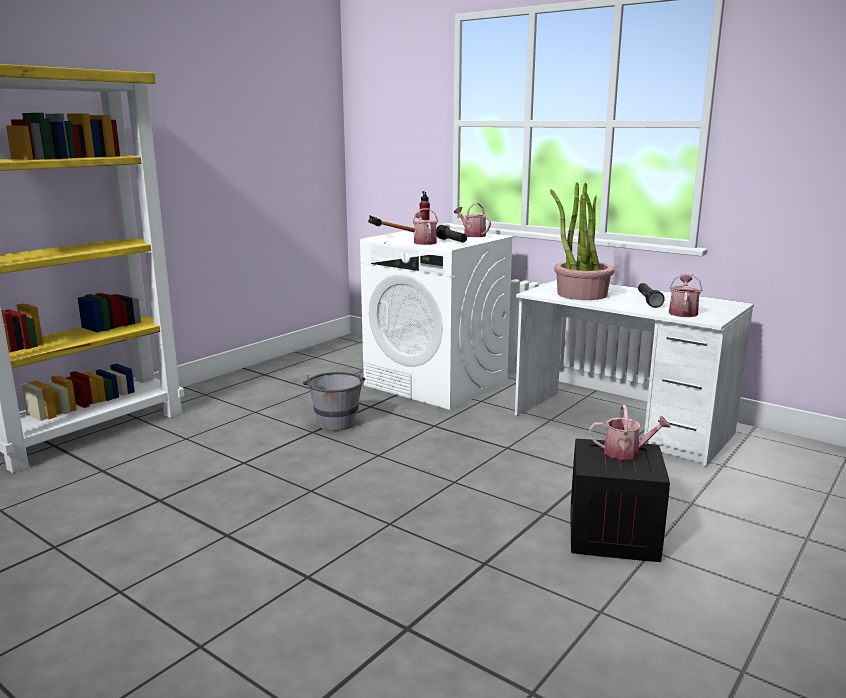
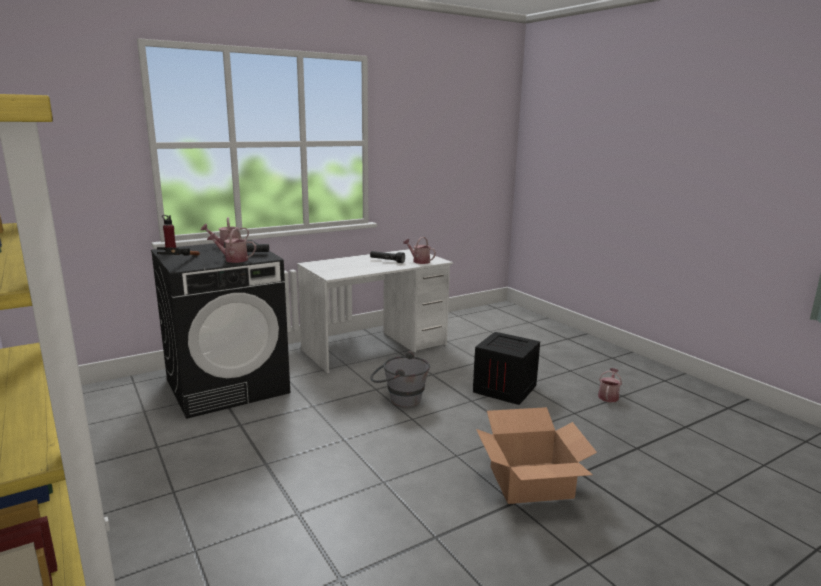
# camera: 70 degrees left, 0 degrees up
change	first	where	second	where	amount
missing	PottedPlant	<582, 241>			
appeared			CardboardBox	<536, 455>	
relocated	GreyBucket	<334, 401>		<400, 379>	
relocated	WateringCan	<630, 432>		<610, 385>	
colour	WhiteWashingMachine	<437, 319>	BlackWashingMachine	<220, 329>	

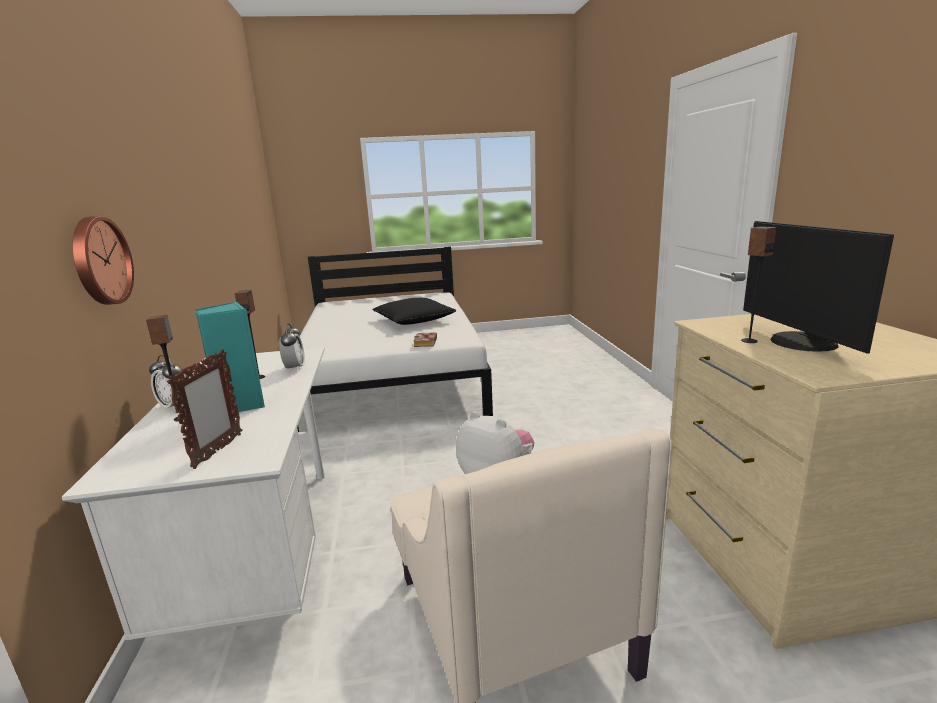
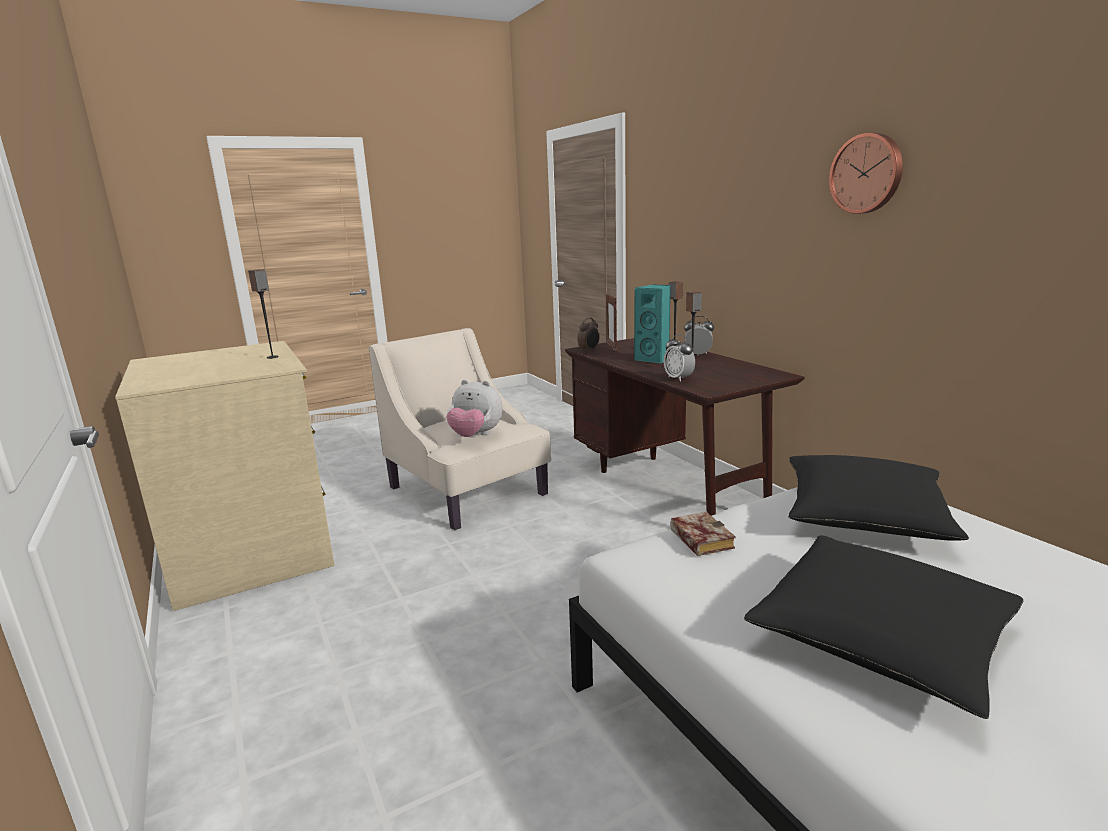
# camera: 160 degrees right, 0 degrees up
change	first	where	second	where	amount
missing	Monitor	<818, 287>			
appeared			AlarmClock	<588, 335>	
appeared			BlackPillow	<878, 498>	
relocated	WallClock	<103, 260>		<866, 173>	
colour	WhiteDesk	<193, 493>	BrownDesk	<684, 427>	

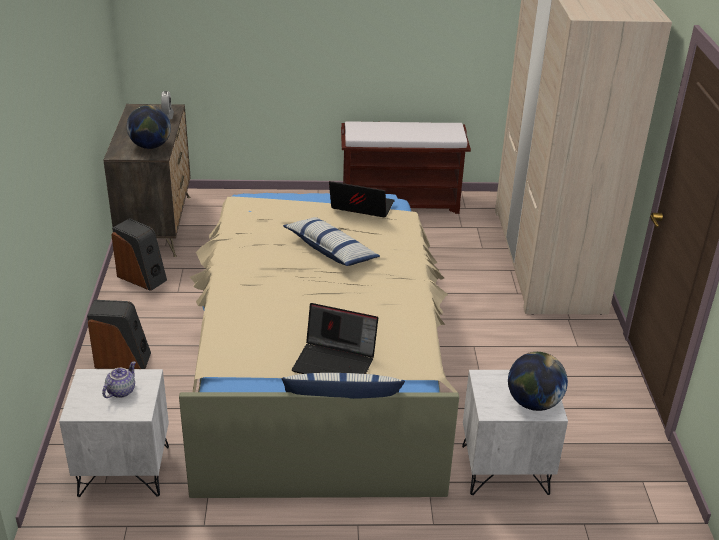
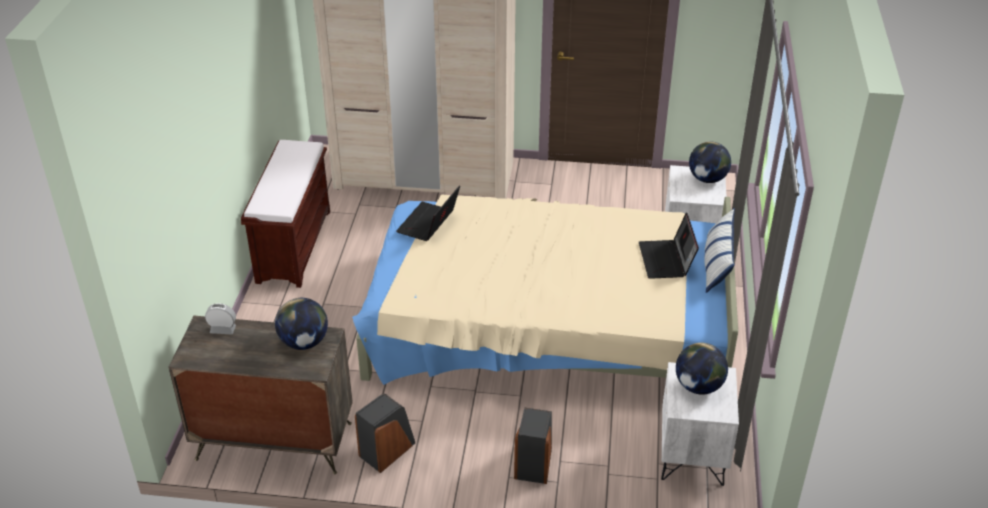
# camera: 80 degrees left, 5 degrees up
change	first	where	second	where	amount
missing	Pillow	<331, 241>			
exchanged	Teapot	<119, 379>	Globe	<702, 368>	
spun	Laptop	<335, 338>		<669, 245>	150 degrees clockwise

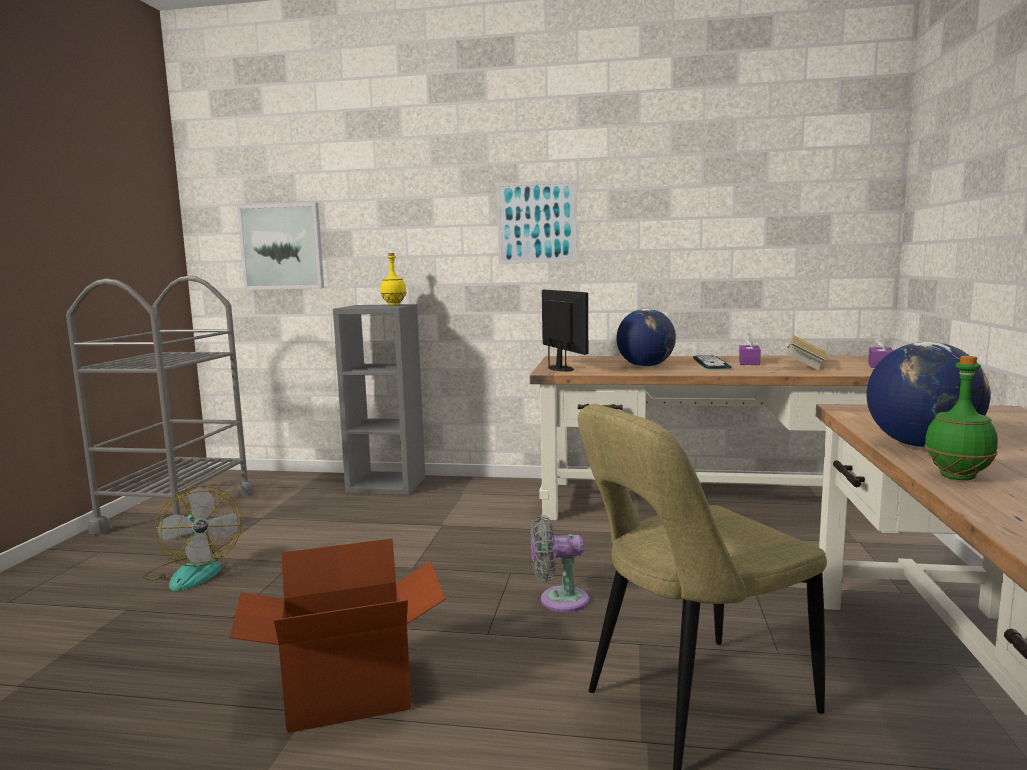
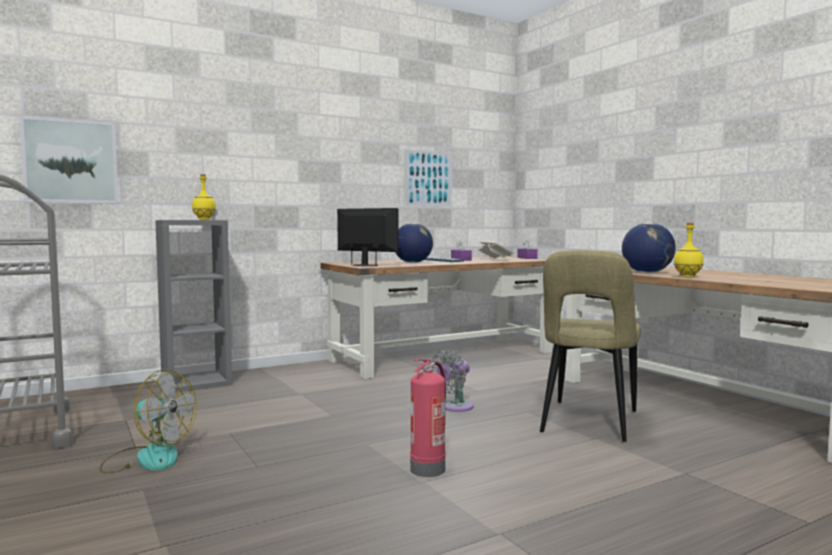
# camera: 40 degrees left, 5 degrees down
change	first	where	second	where	amount
relocated	Picture	<537, 222>		<428, 178>	
exchanged	CardboardBox	<338, 636>	FireExtinguisher	<428, 418>	
colour	GreenBottle	<961, 418>	YellowBottle	<689, 250>	

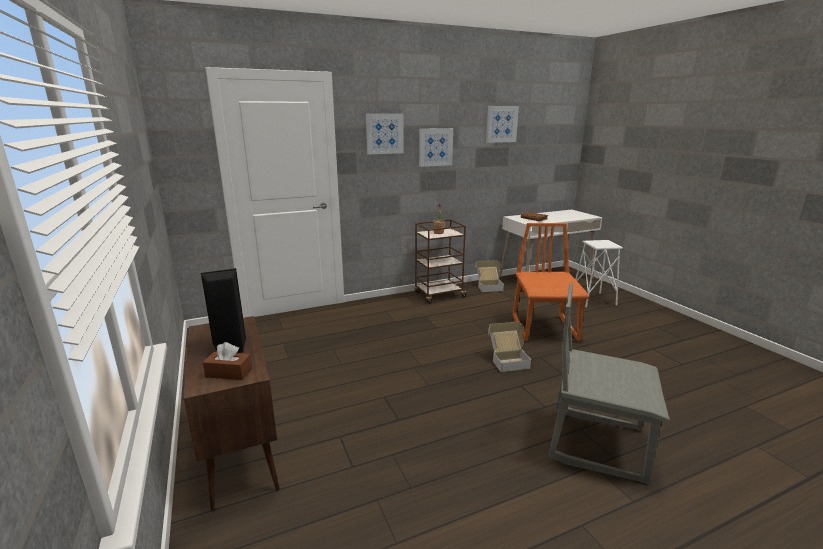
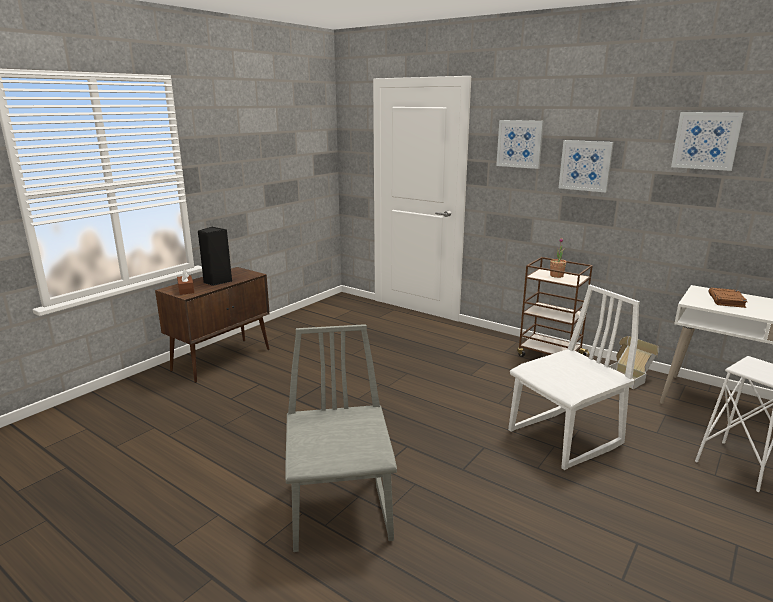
# camera: 60 degrees right, 0 degrees up
change	first	where	second	where	amount
missing	CardboardBox	<509, 346>			
colour	OrangeChair	<551, 282>	WhiteChair	<574, 377>	

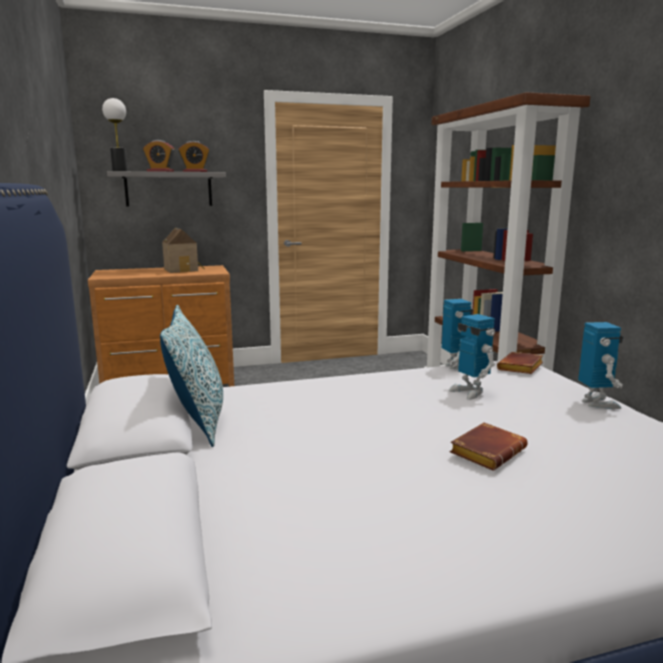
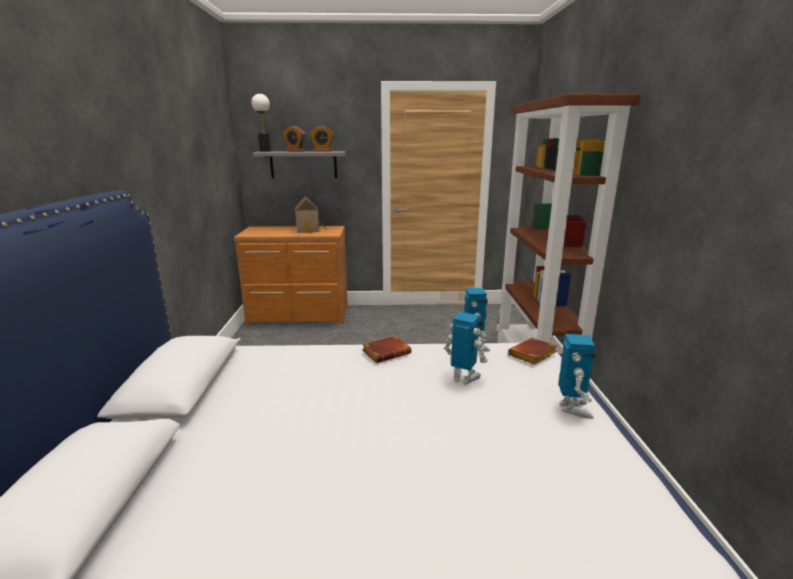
# camera: 15 degrees right, 5 degrees up
change	first	where	second	where	amount
missing	Pillow	<191, 376>			
relocated	BrownBook	<489, 446>		<386, 349>	
spun	ToyRobot	<472, 357>		<466, 348>	135 degrees clockwise

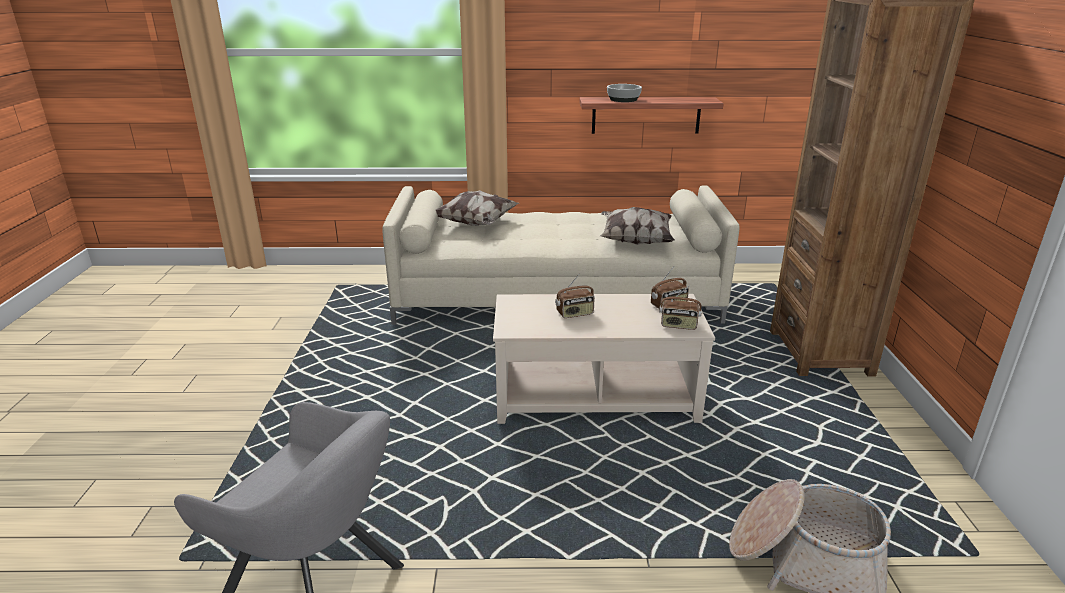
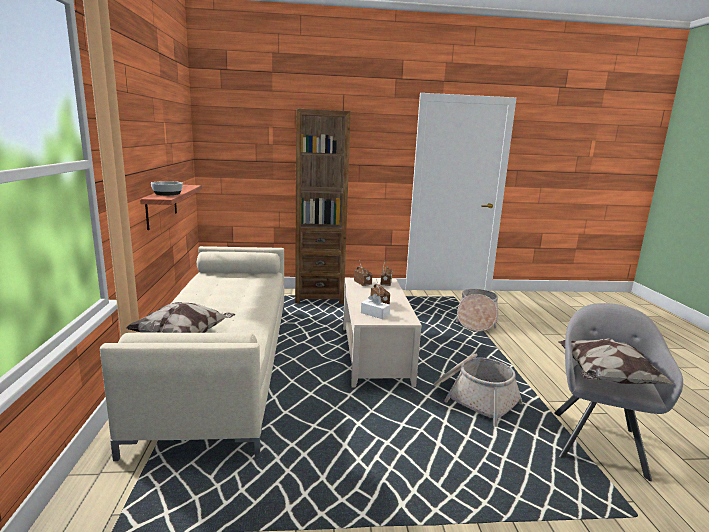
# camera: 95 degrees left, 10 degrees down
change	first	where	second	where	amount
appeared			WhiteTissueBox	<375, 306>	
appeared			Basket	<478, 390>	
relocated	Pillow	<637, 226>		<616, 361>	

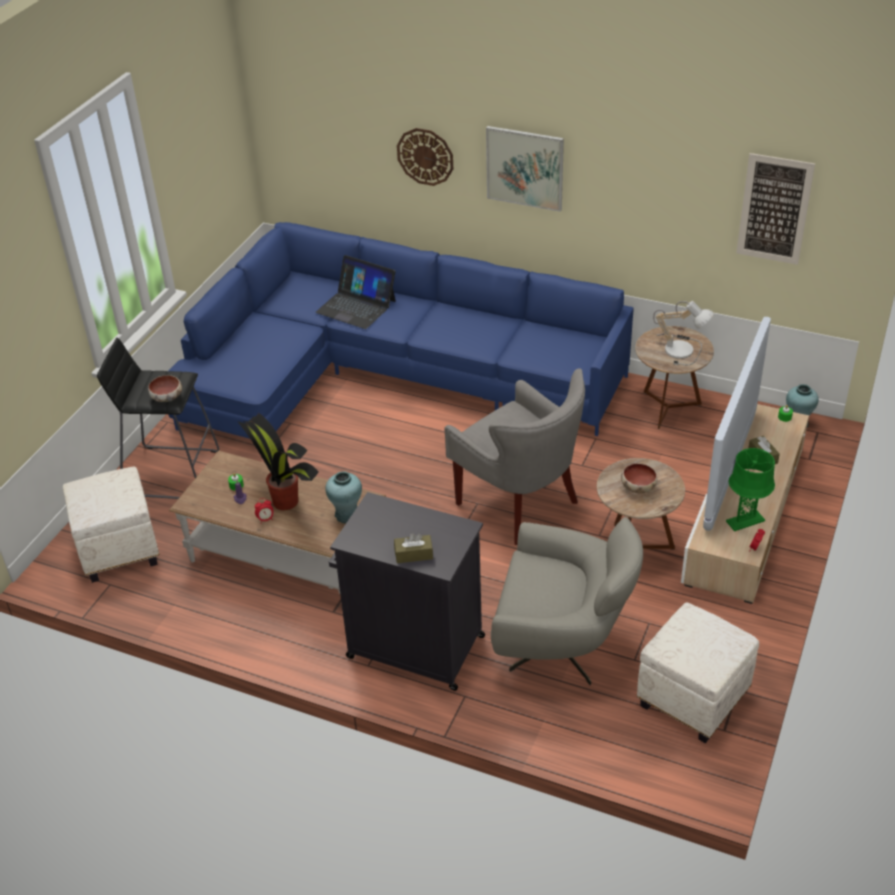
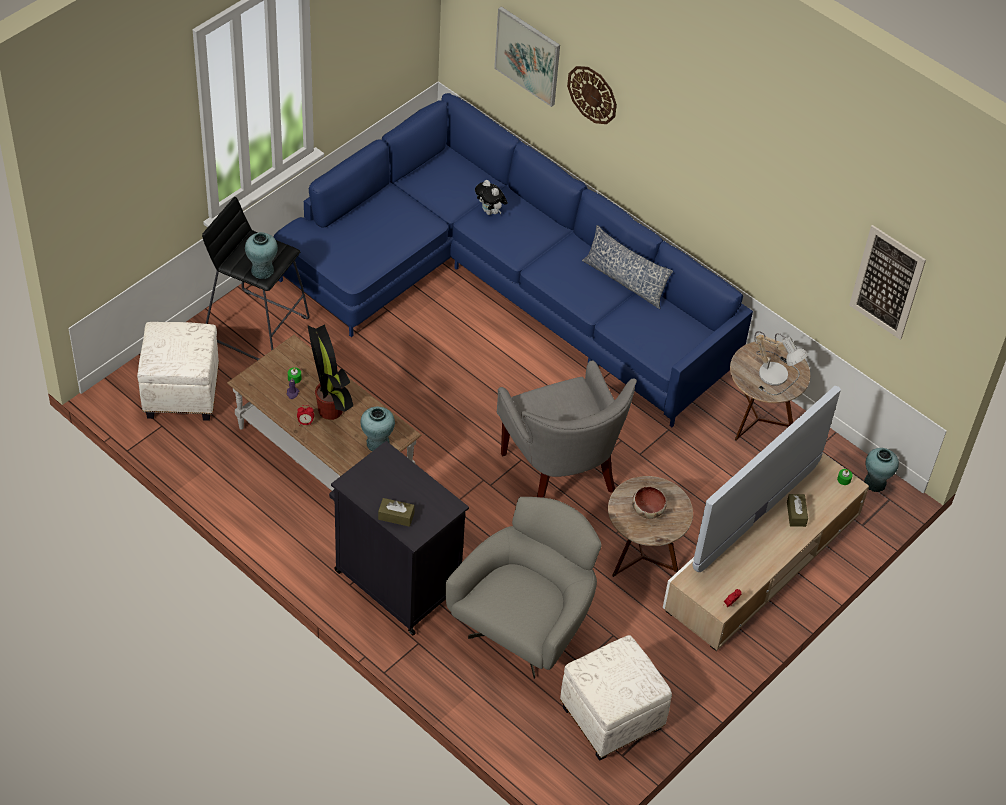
# camera: 15 degrees right, 10 degrees up
change	first	where	second	where	amount
missing	GreenTableLamp	<750, 489>			
appeared			Pillow	<627, 267>	
relocated	Picture	<525, 169>		<527, 56>	
exchanged	Bowl	<165, 388>	TurquoiseVase	<261, 255>	
exchanged	Laptop	<355, 292>	PlushToy	<491, 197>	
spun	GreyArmchair	<567, 601>		<523, 588>	90 degrees counterclockwise

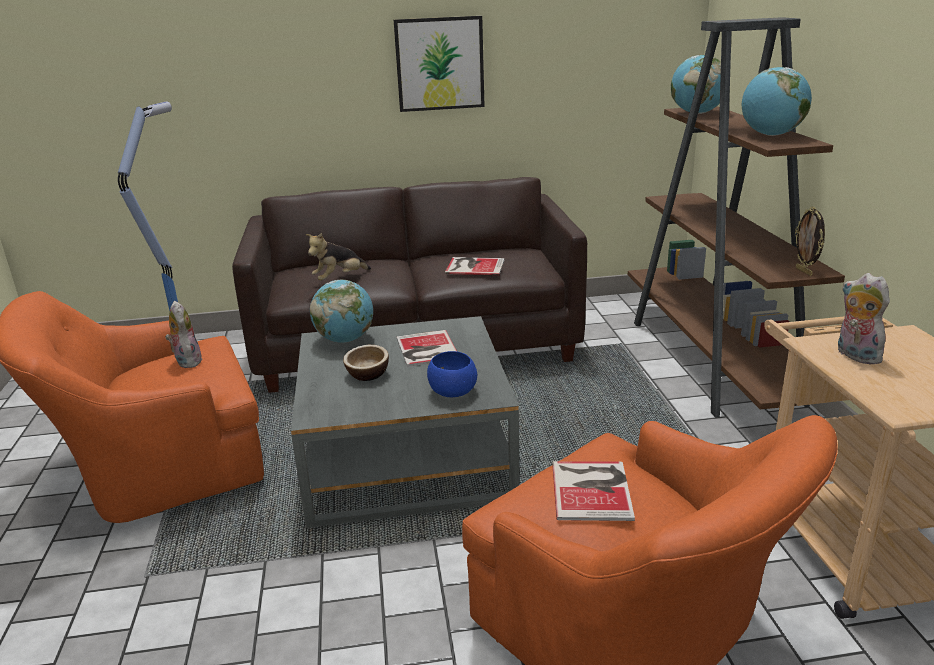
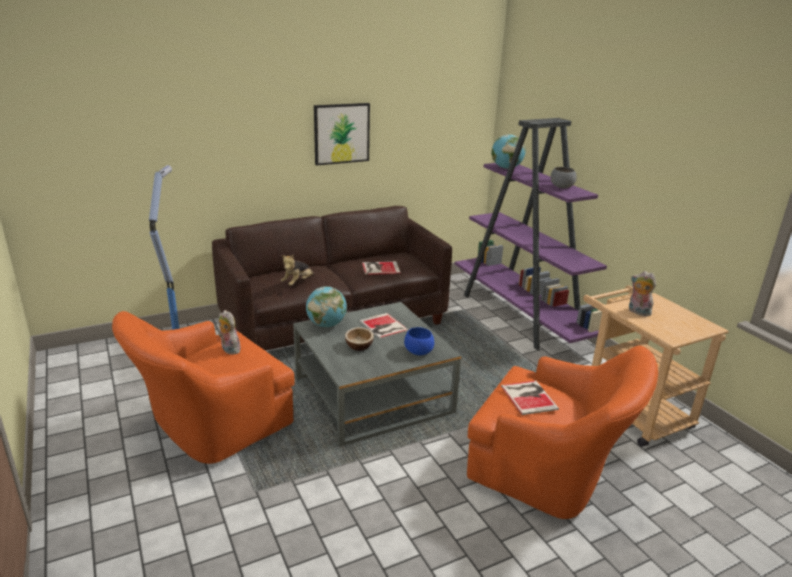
# camera: 20 degrees left, 0 degrees up
change	first	where	second	where	amount
missing	PictureFrame	<810, 241>			
exchanged	Globe	<777, 101>	GreyBowl	<564, 177>	
colour	BrownBookcase	<736, 217>	PurpleBookcase	<531, 234>	

